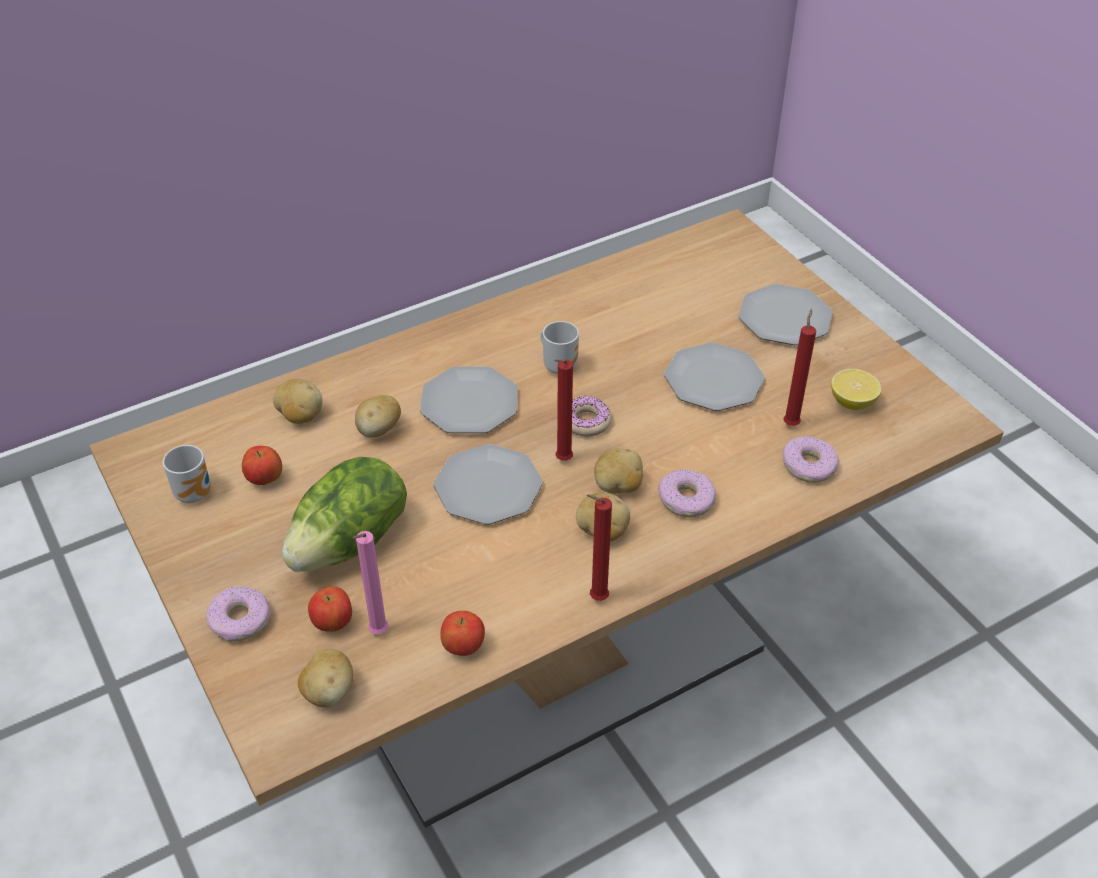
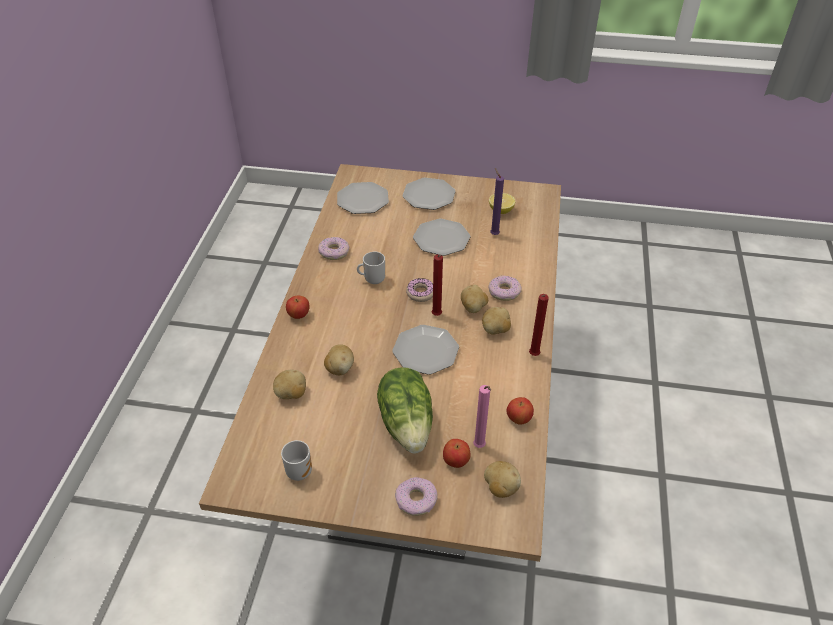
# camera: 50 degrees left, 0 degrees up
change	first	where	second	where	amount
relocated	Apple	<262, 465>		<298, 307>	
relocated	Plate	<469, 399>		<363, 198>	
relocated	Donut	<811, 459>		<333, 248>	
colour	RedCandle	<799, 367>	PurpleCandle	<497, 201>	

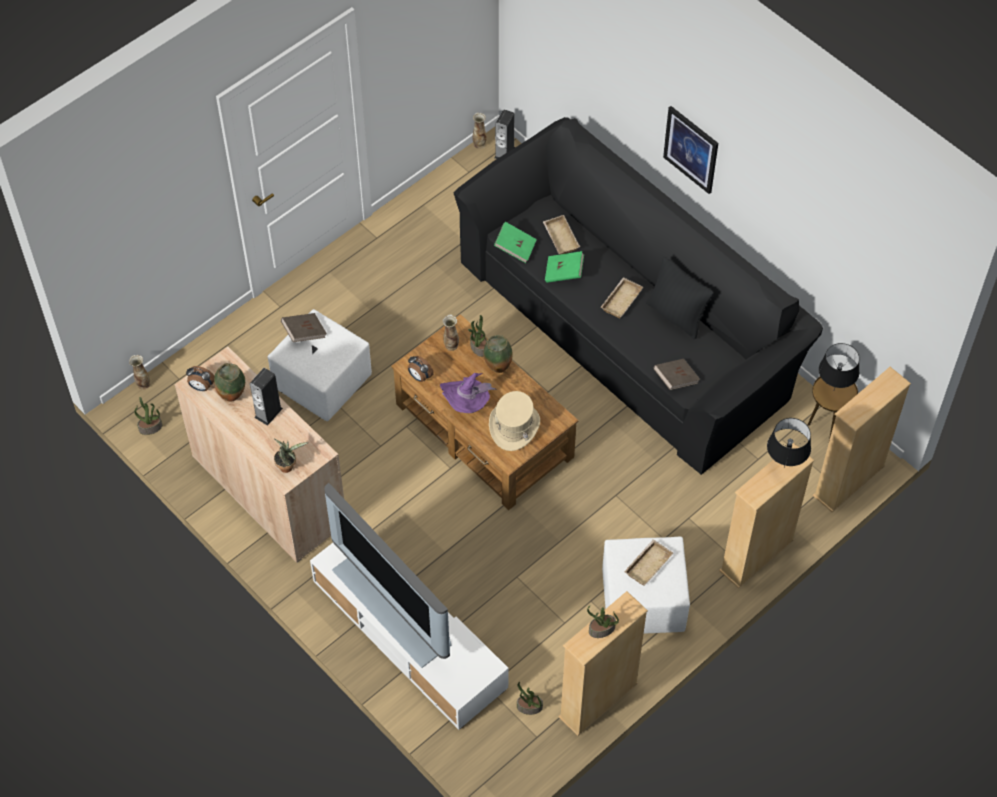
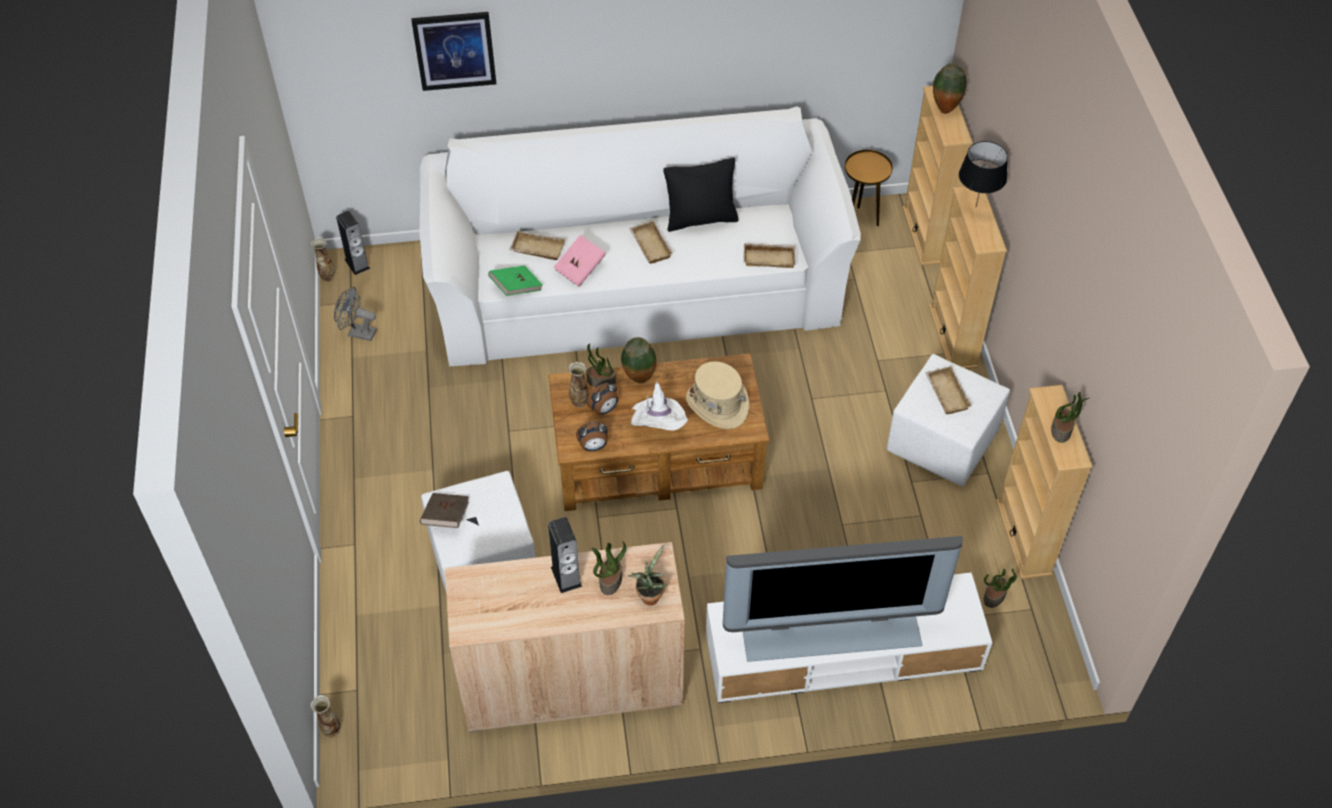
# camera: 55 degrees left, 5 degrees down
change	first	where	second	where	amount
missing	BlackTableLamp	<839, 366>			
appeared			GreyFan	<355, 314>	
relocated	PottedPlant	<148, 416>		<609, 568>	
relocated	AlarmClock	<200, 378>		<602, 399>	
relocated	Vase	<229, 382>		<949, 88>	
relocated	Picture	<690, 150>		<453, 51>	
exchanged	BrownBook	<676, 374>	BeigeTray	<769, 255>	
colour	PurpleHat	<468, 393>	WhiteHat	<659, 405>	
colour	BlackSofa	<638, 296>	WhiteSofa	<640, 236>	
colour	GreenBook	<564, 267>	PinkBook	<579, 261>	

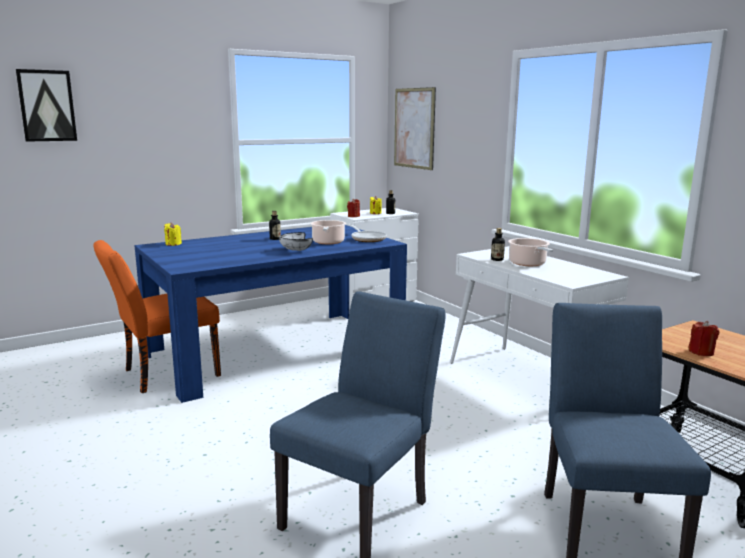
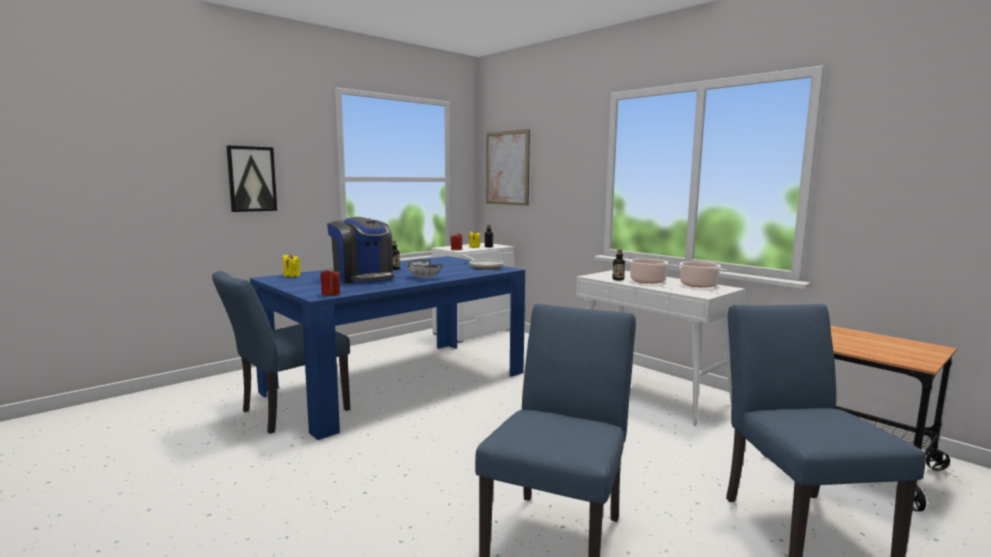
# camera: 10 degrees left, 5 degrees down
change	first	where	second	where	amount
appeared			CoffeeMachine	<360, 250>	
relocated	Picture	<46, 105>		<251, 178>	
relocated	CookingPot	<328, 232>		<703, 275>	
relocated	RedCandle	<703, 338>		<330, 282>	
colour	OrangeChair	<157, 316>	BlueChair	<281, 352>	

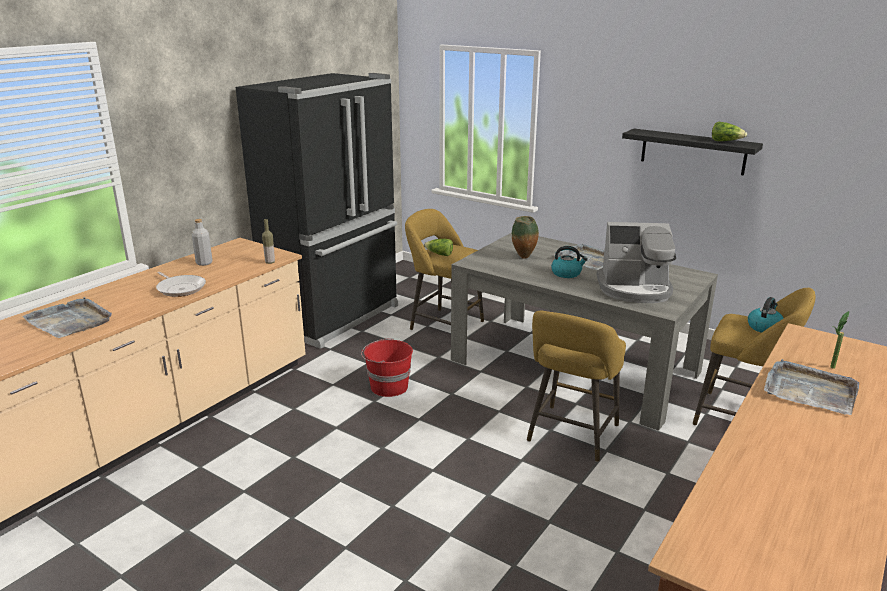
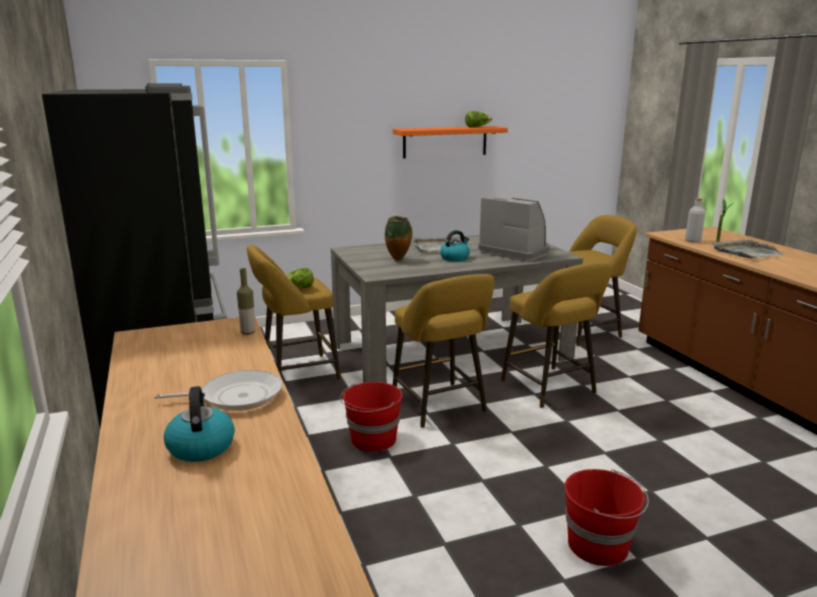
# camera: 55 degrees left, 5 degrees down
change	first	where	second	where	amount
missing	GreyTray	<67, 317>			
appeared			YellowStool	<443, 351>	
appeared			RedBucket	<606, 517>	
relocated	GreyBottle	<202, 242>		<695, 220>	
relocated	Kettle	<766, 315>		<199, 424>	
colour	BlackShelf	<692, 152>	OrangeShelf	<450, 142>	
spun	CoffeeMachine	<636, 262>		<514, 229>	90 degrees counterclockwise

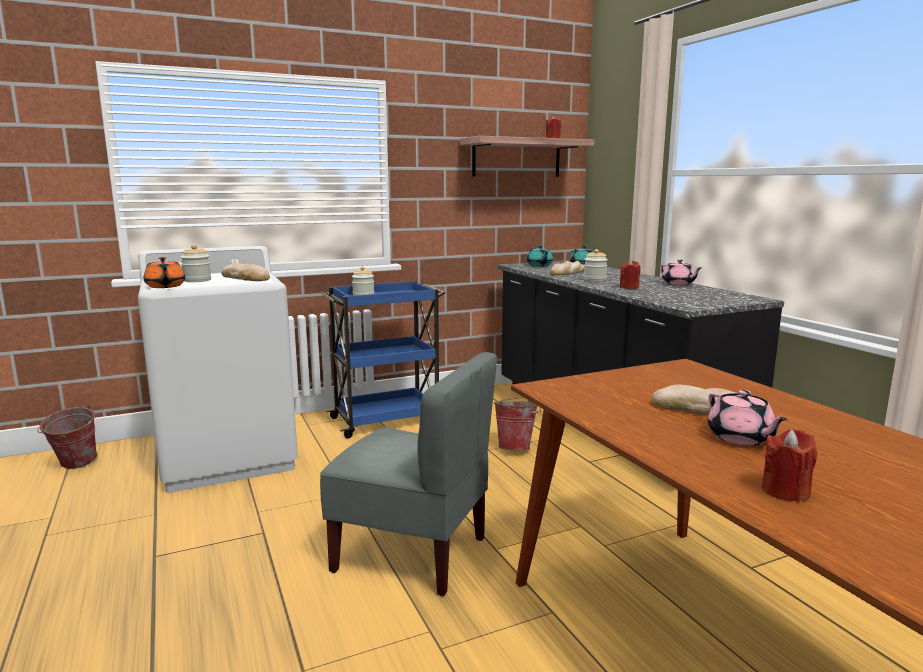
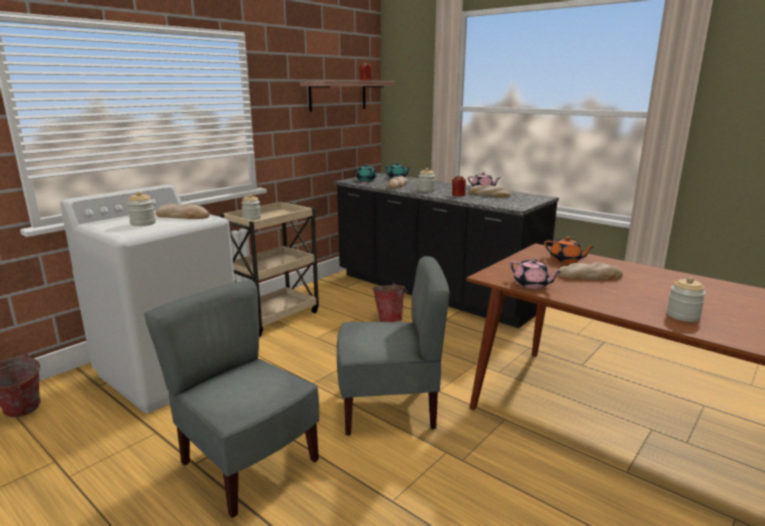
# camera: 25 degrees left, 5 degrees up
change	first	where	second	where	amount
appeared			GreyChair	<231, 399>	
appeared			Bread	<490, 191>	
relocated	OrangeTeapot	<164, 272>		<569, 249>	
relocated	PinkTeapot	<747, 418>		<536, 273>	
exchanged	RedCandle	<789, 465>	Jar	<686, 299>	
colour	BlueCart	<383, 360>	BeigeCart	<269, 269>	

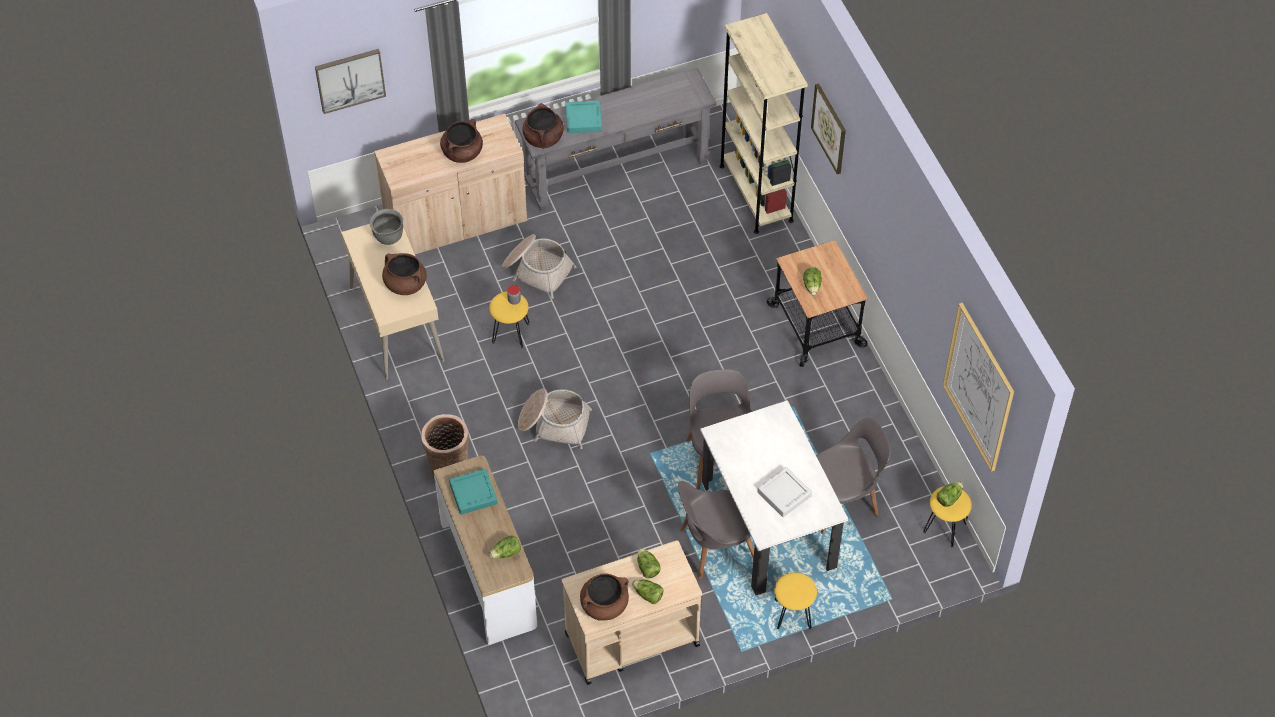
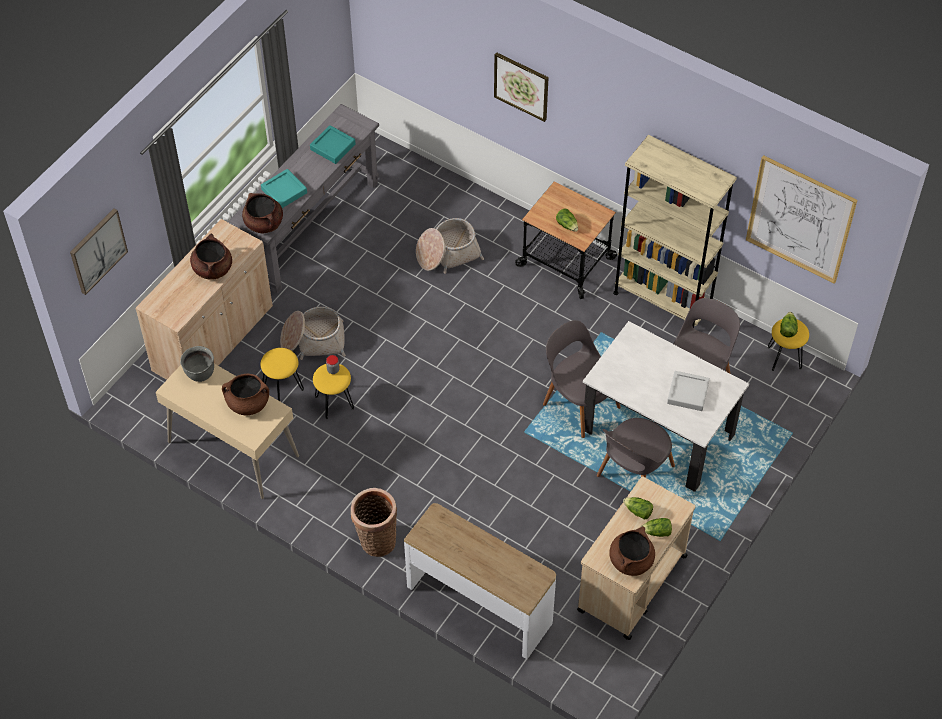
# camera: 35 degrees left, 0 degrees up
change	first	where	second	where	amount
missing	Lettuce	<505, 547>			
relocated	TurquoiseTray	<473, 491>		<333, 144>	
relocated	Basket	<555, 419>		<450, 246>	
relocated	BeigeBookcase	<763, 123>		<675, 231>	
relocated	YellowStool	<795, 600>		<282, 374>	

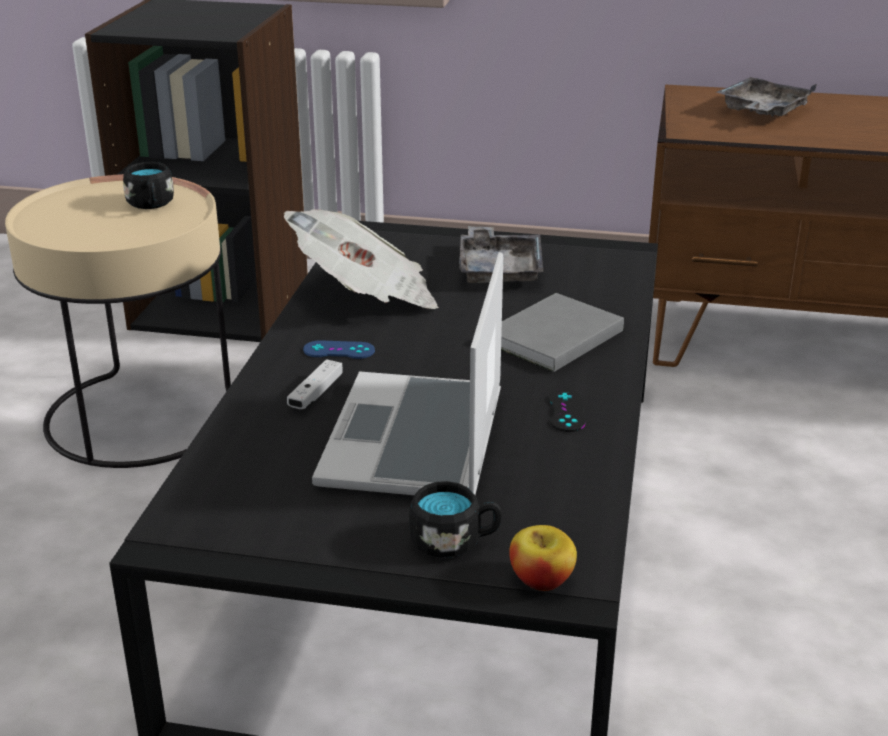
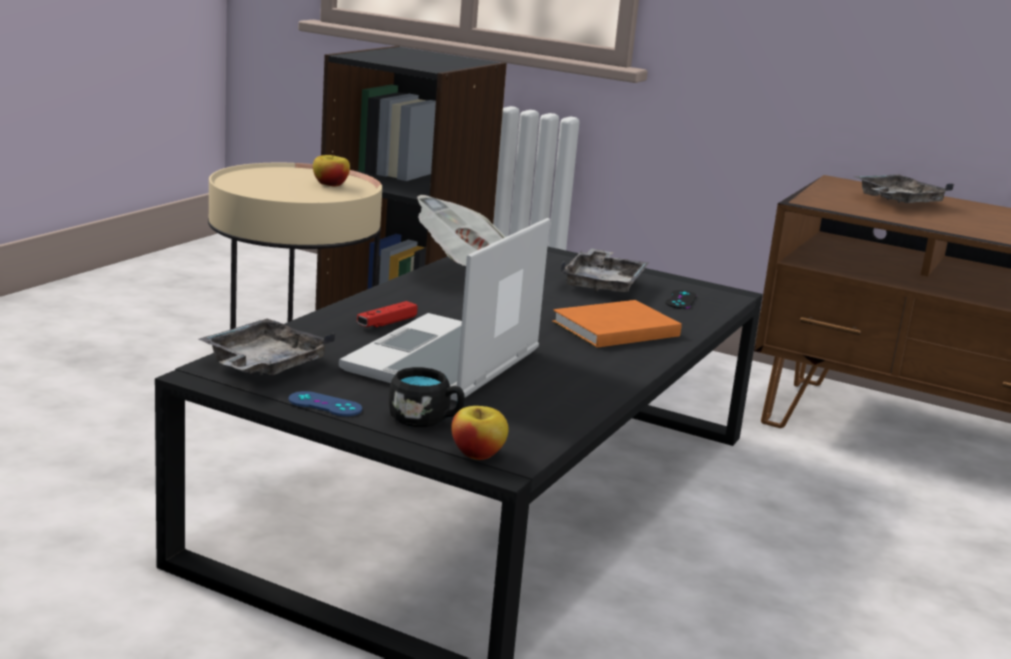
# camera: 15 degrees right, 10 degrees down
change	first	where	second	where	amount
appeared			GreyTray	<267, 346>	
relocated	BlueGameController	<339, 349>		<325, 403>	
relocated	BlackGameController	<566, 410>		<681, 299>	
exchanged	BlackMug	<148, 185>	Apple	<331, 170>	
colour	WhiteGameController	<315, 384>	RedGameController	<387, 314>	
colour	GreyBook	<562, 332>	OrangeBook	<617, 324>	

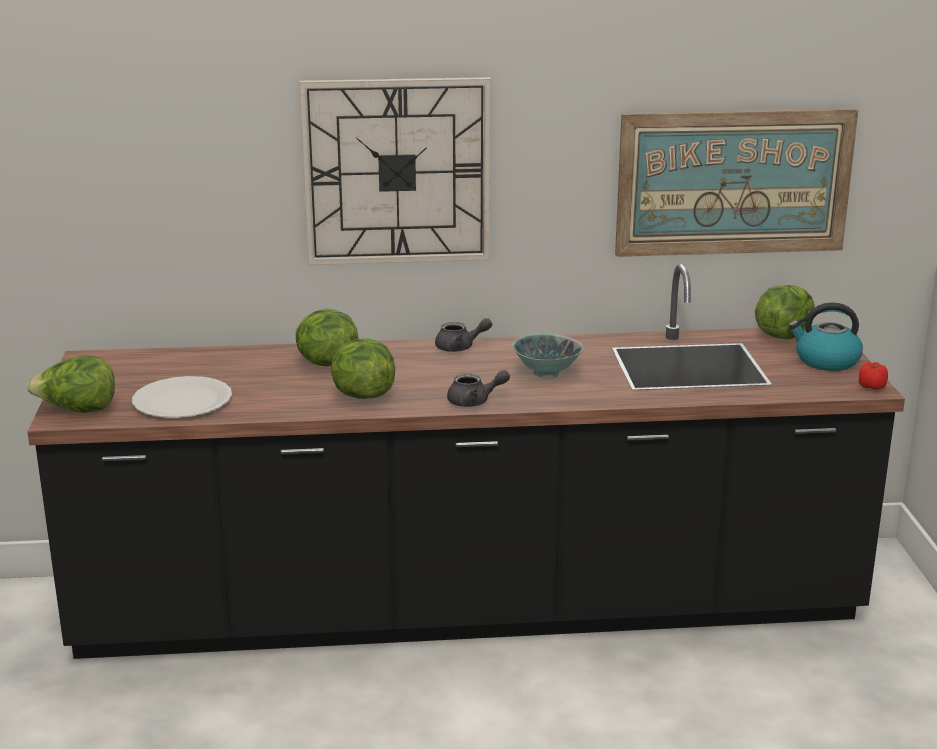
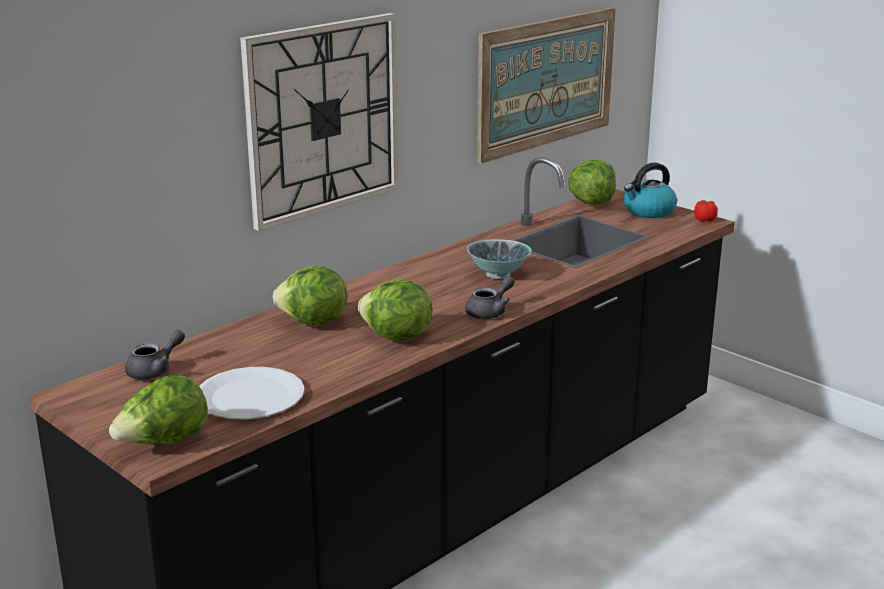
# camera: 40 degrees left, 0 degrees up
change	first	where	second	where	amount
relocated	GreyTeapot	<463, 335>		<155, 355>	

